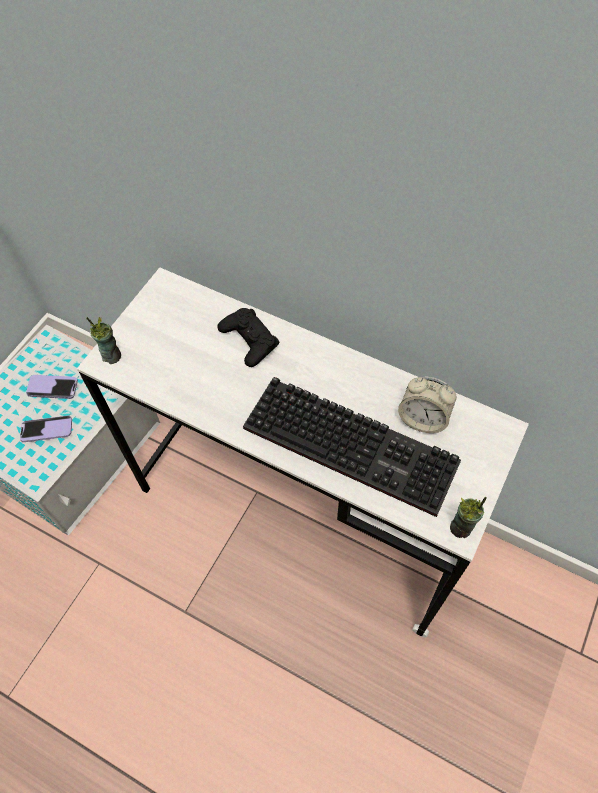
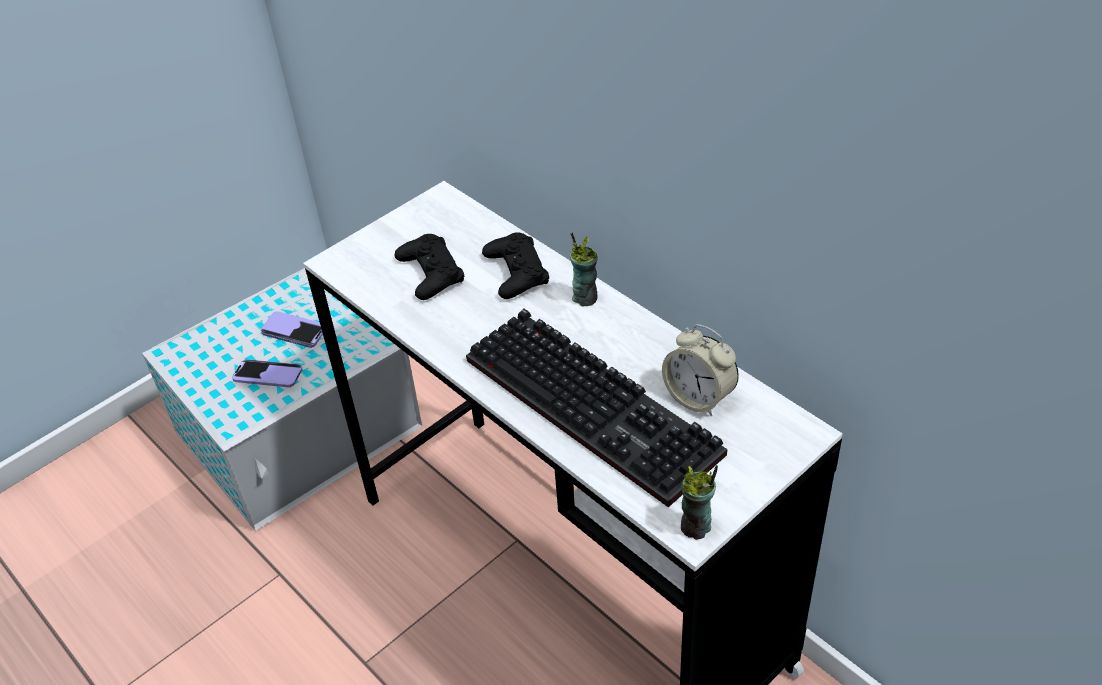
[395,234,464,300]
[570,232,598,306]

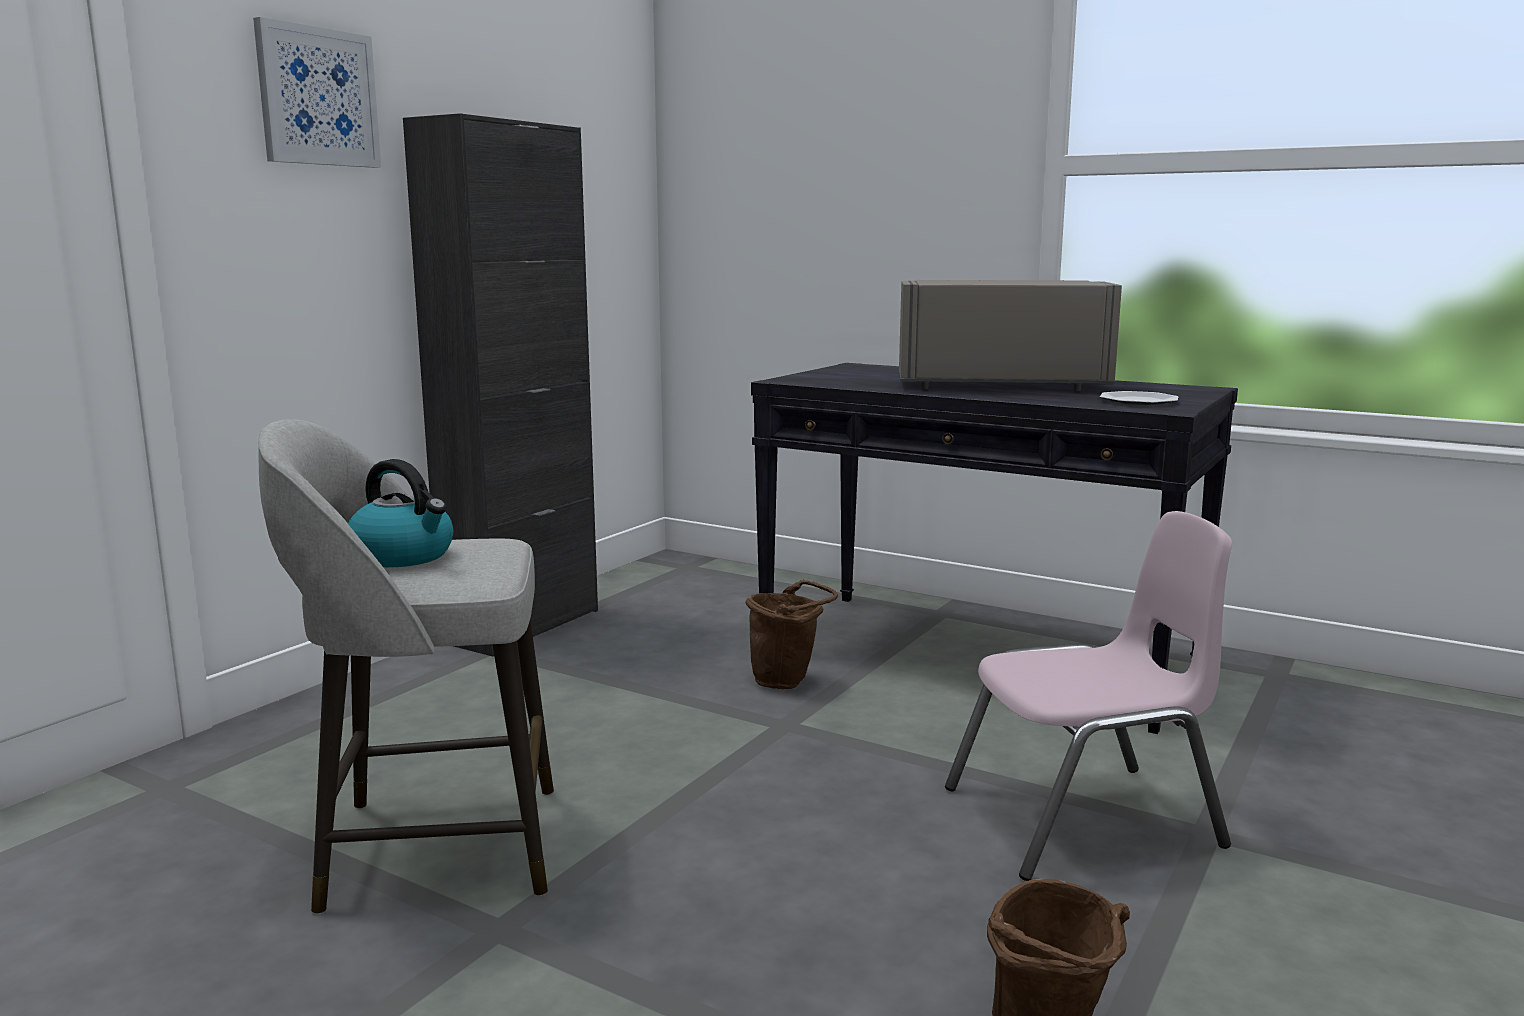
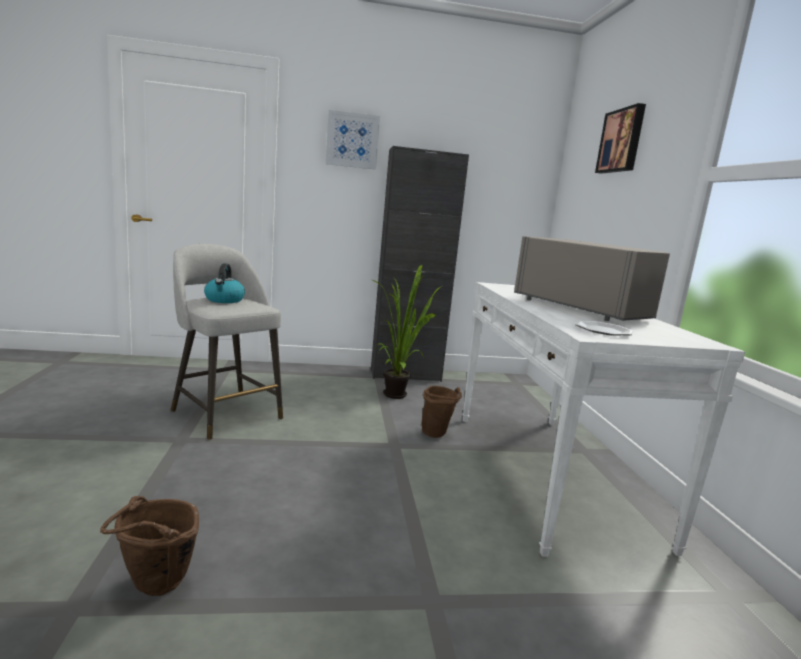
[373,265,442,399]
[462,282,745,557]
[595,103,646,174]
[945,511,1232,881] (first image)

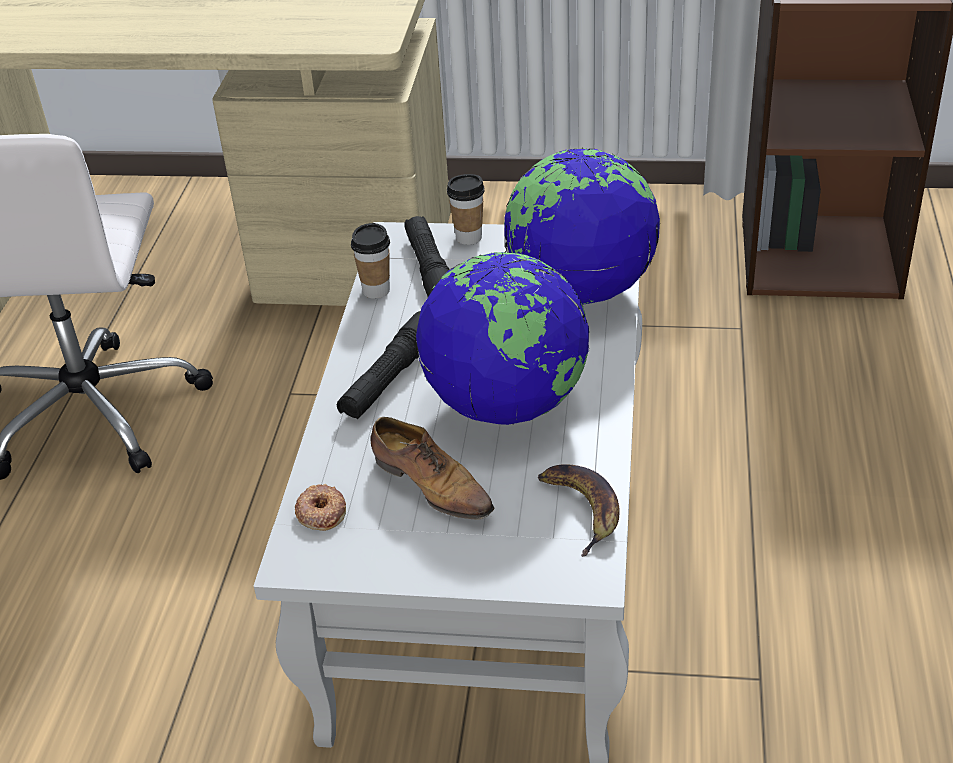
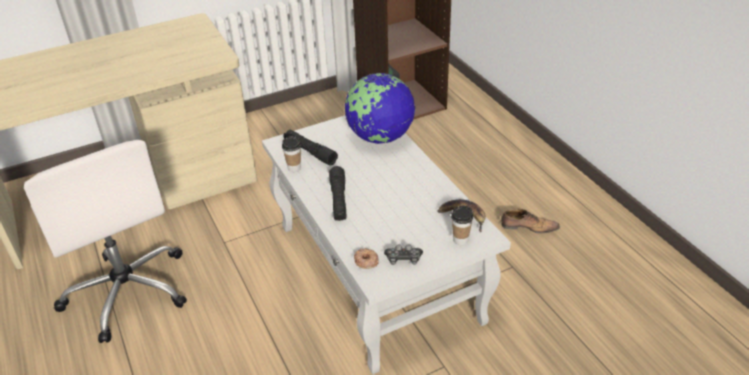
[384,244,423,265]
[451,206,473,245]
[501,209,560,233]
[416,251,589,425] (first image)

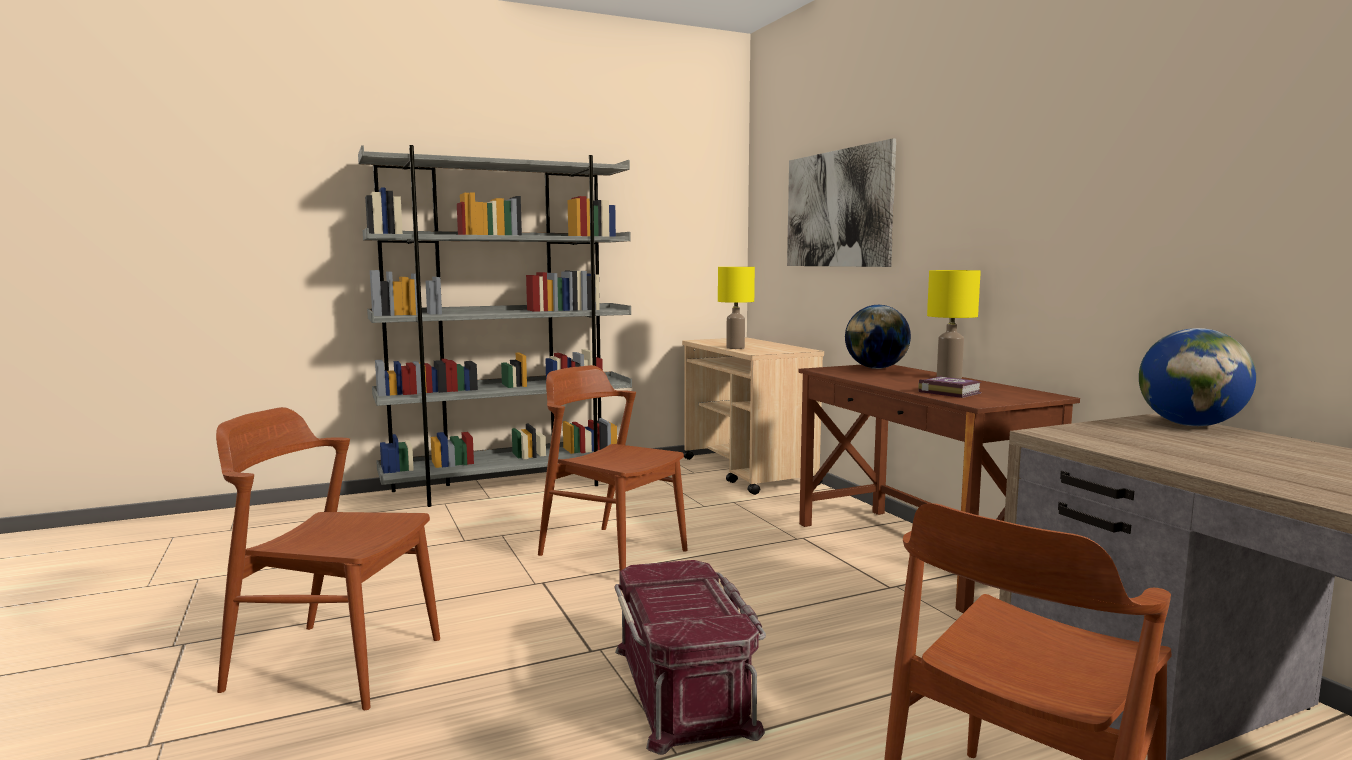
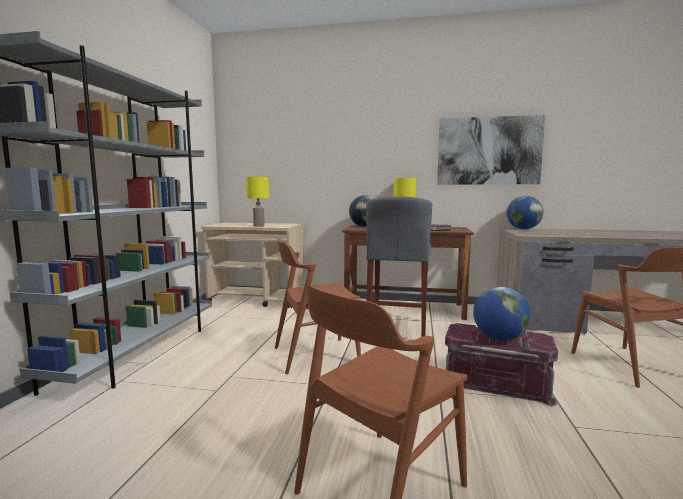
[366,197,432,337]
[437,115,545,184]
[473,287,531,341]

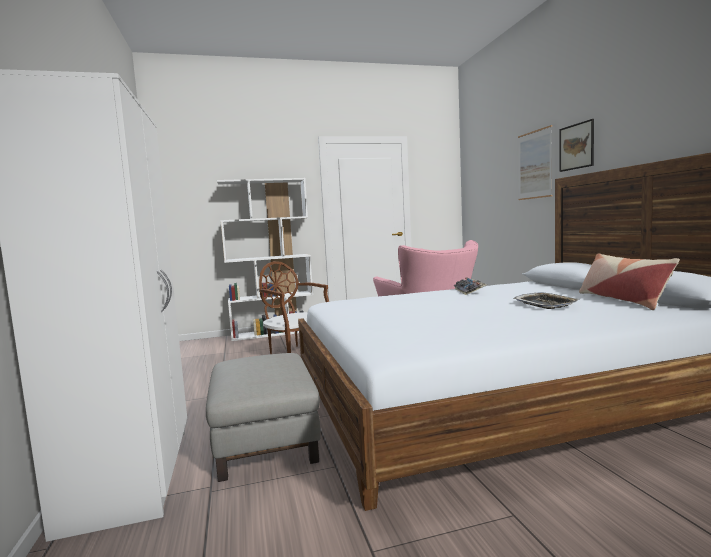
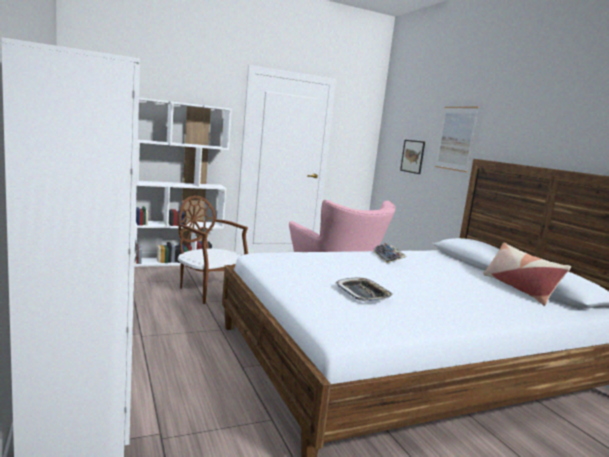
[336,278,394,302]
[400,140,425,174]
[206,353,321,482] (first image)

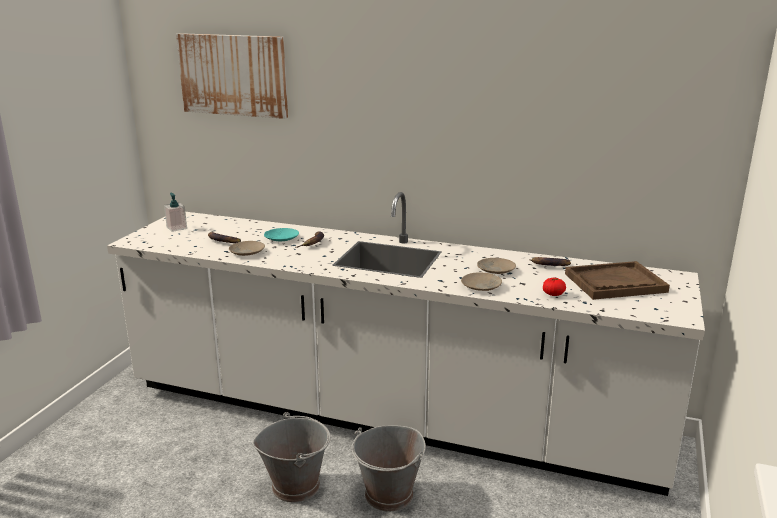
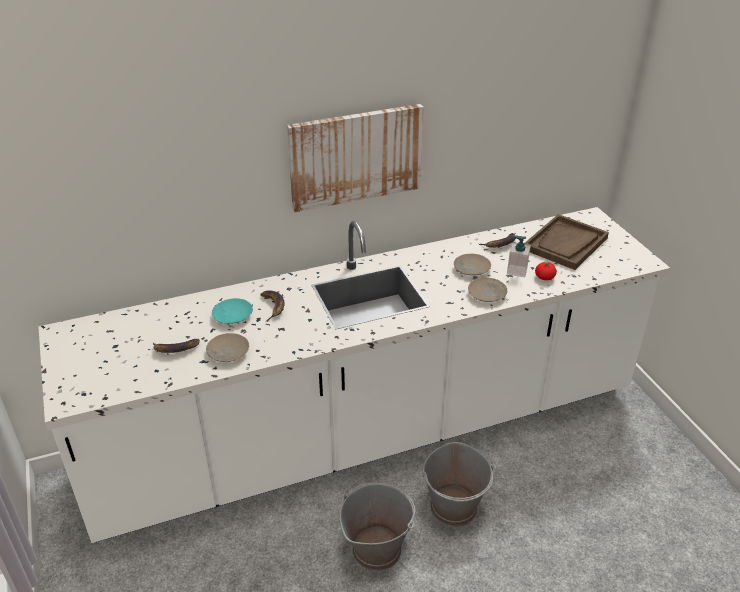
[287,104,423,212]
[507,235,531,277]

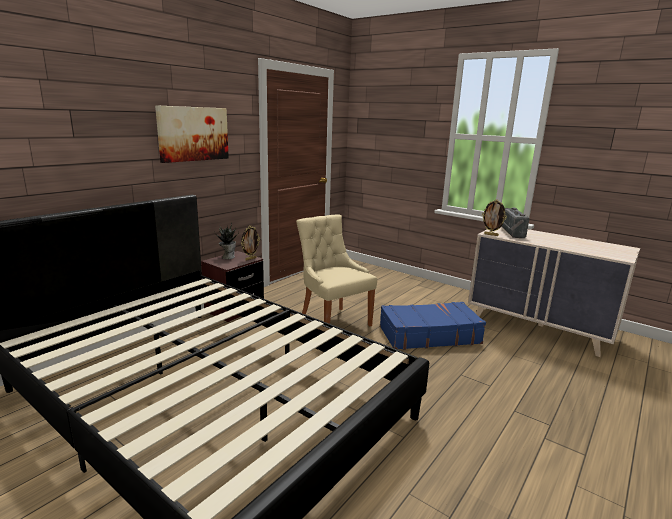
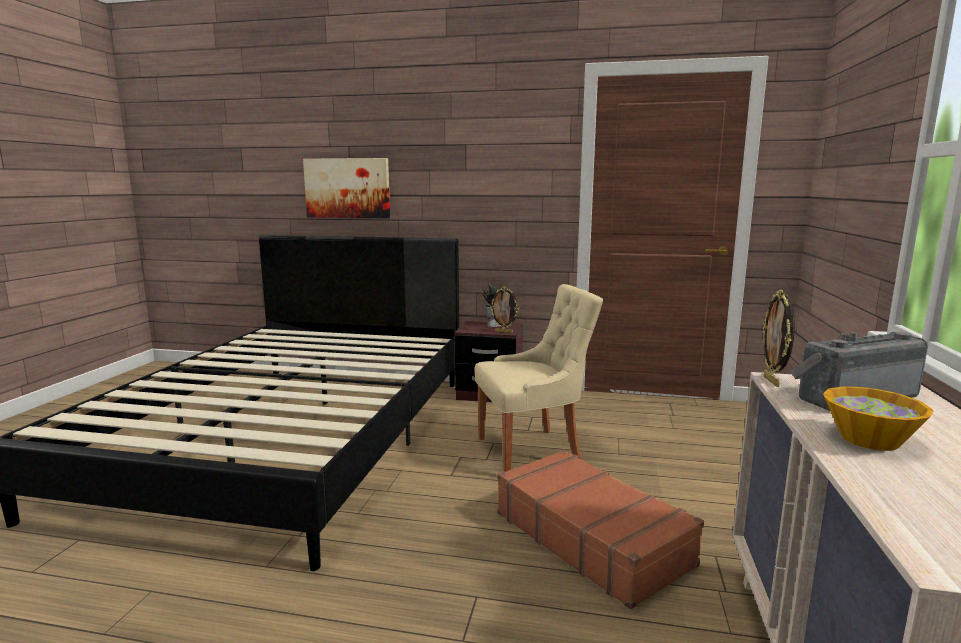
[303,158,390,218]
[474,284,603,472]
[497,450,704,610]
[823,386,933,451]

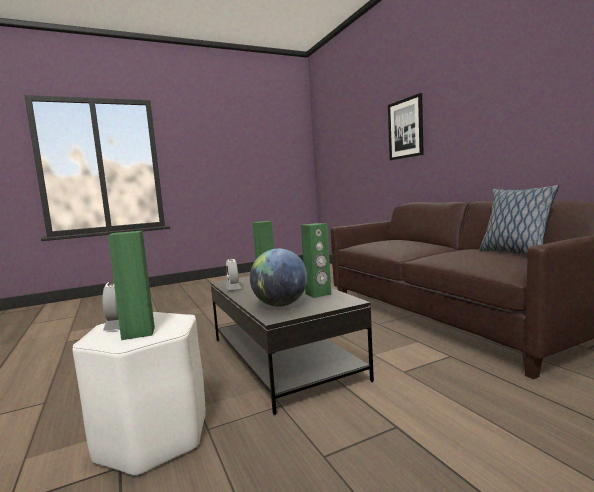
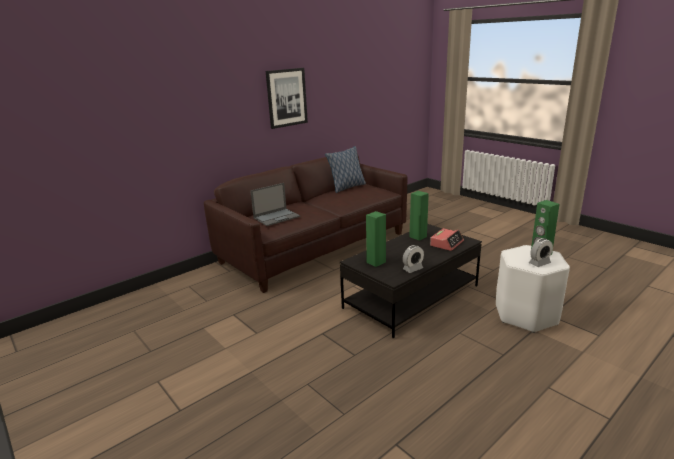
[250,183,300,226]
[266,68,308,129]
[430,228,464,251]

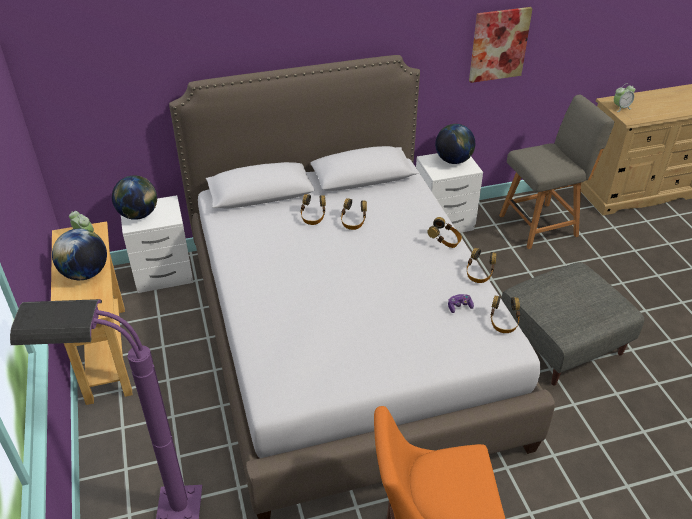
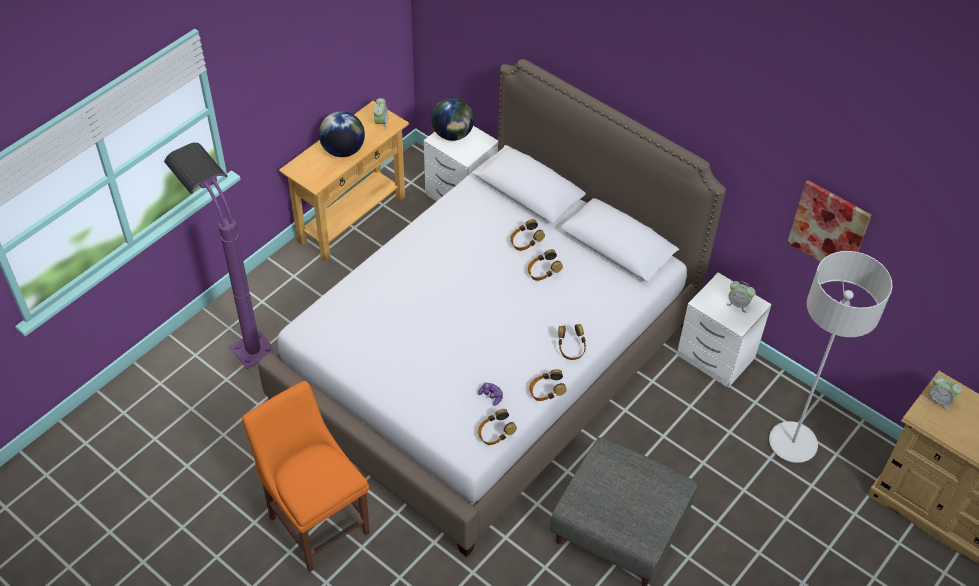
[726,281,755,313]
[769,251,893,463]

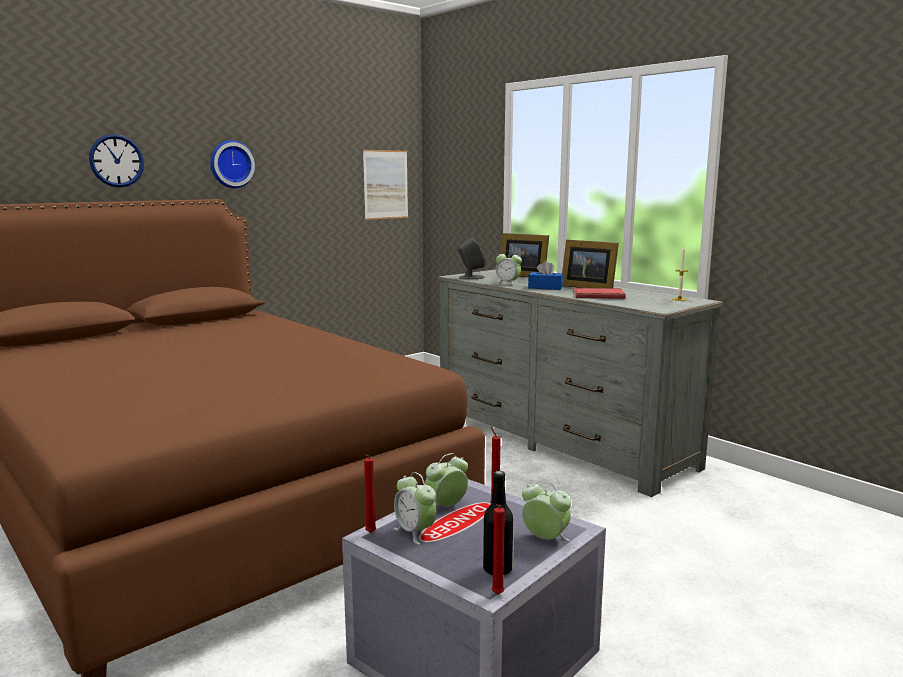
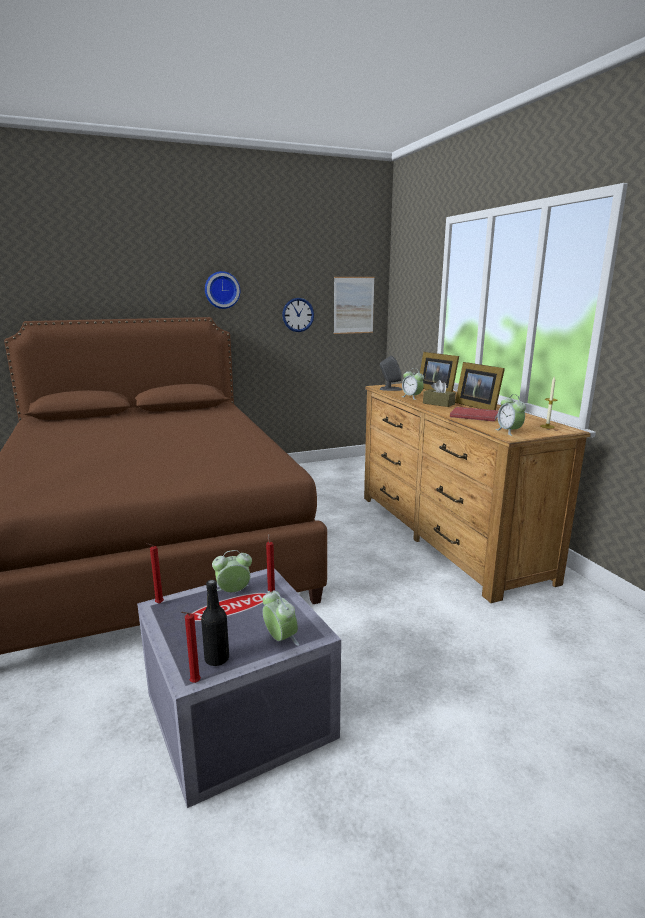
[282,298,314,332]
[364,383,591,603]
[423,380,456,407]
[496,394,526,436]

